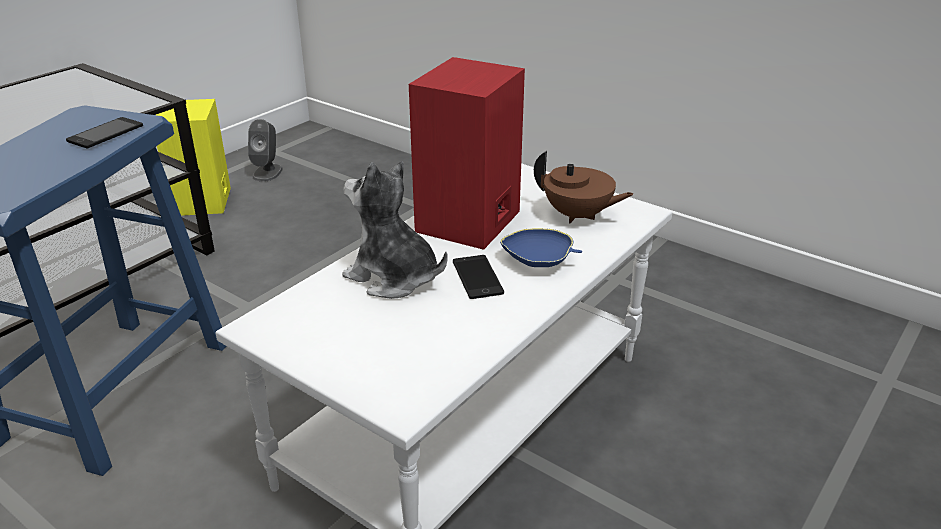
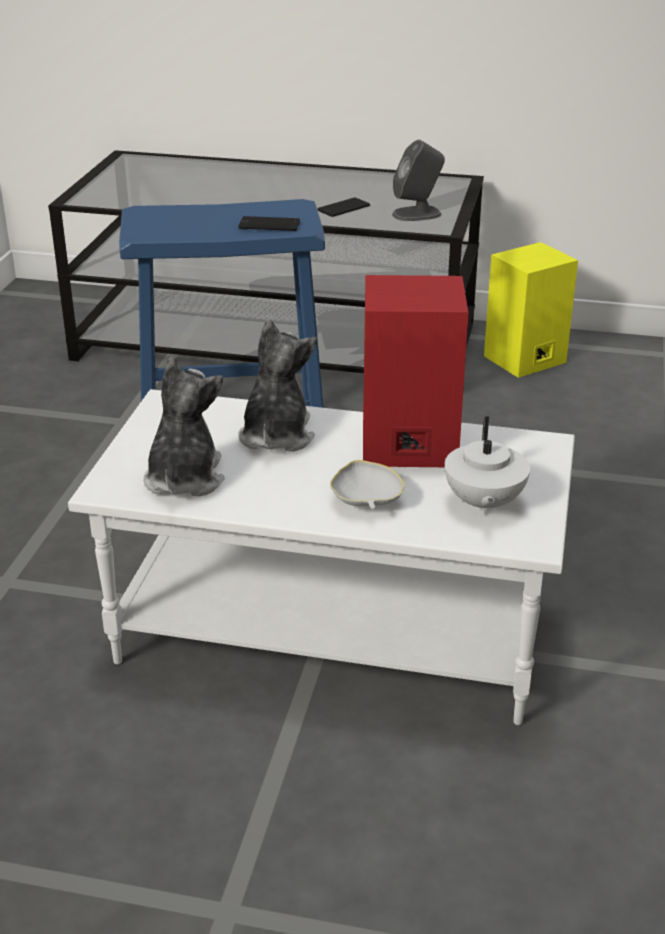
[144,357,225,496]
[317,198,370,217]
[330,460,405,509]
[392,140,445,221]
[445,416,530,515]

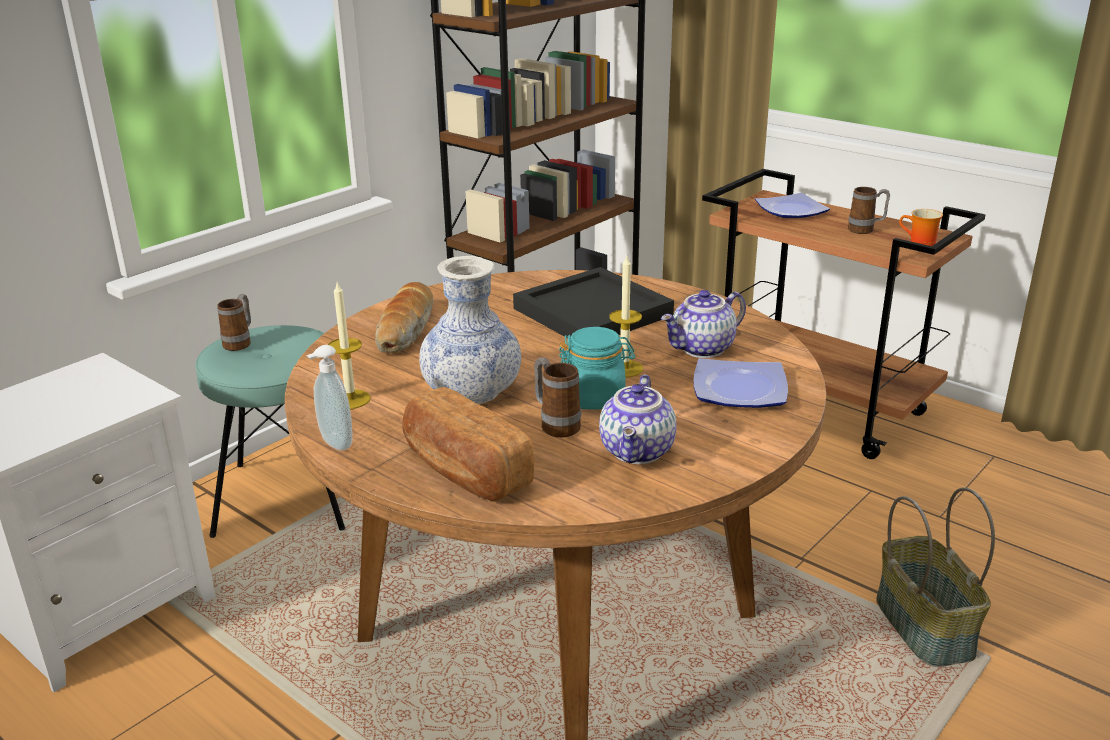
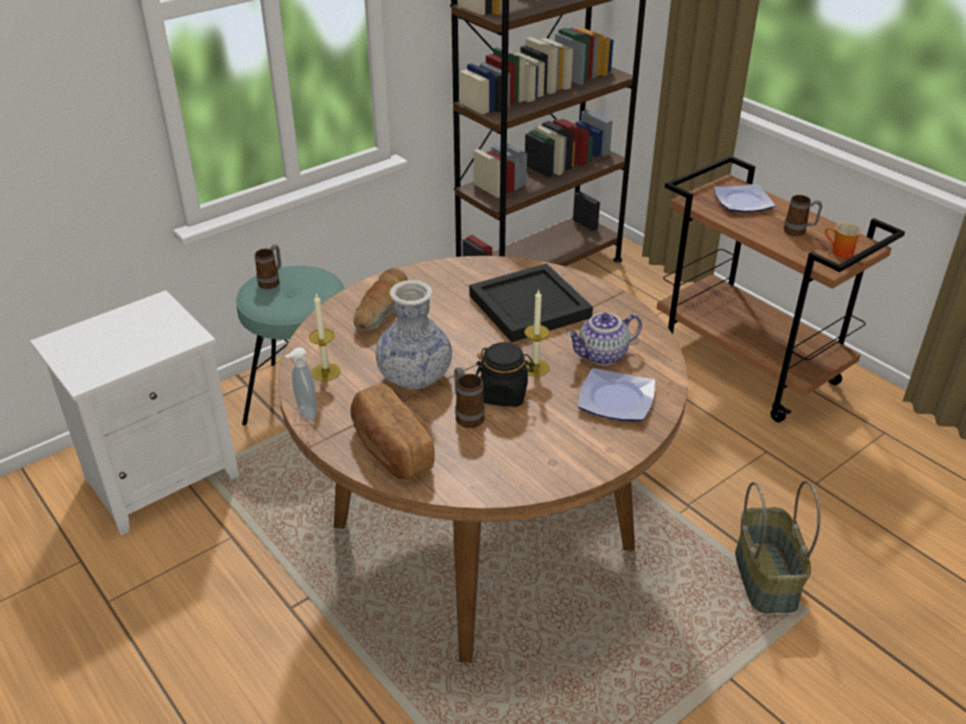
[476,342,535,407]
[599,374,676,464] (first image)

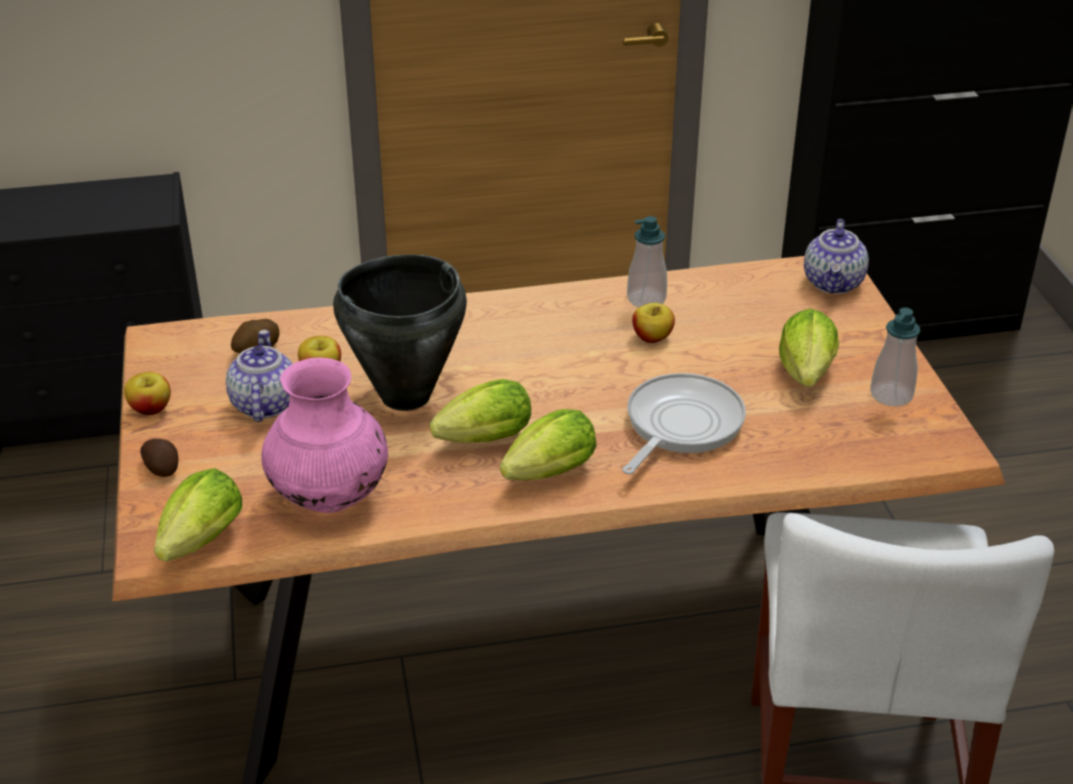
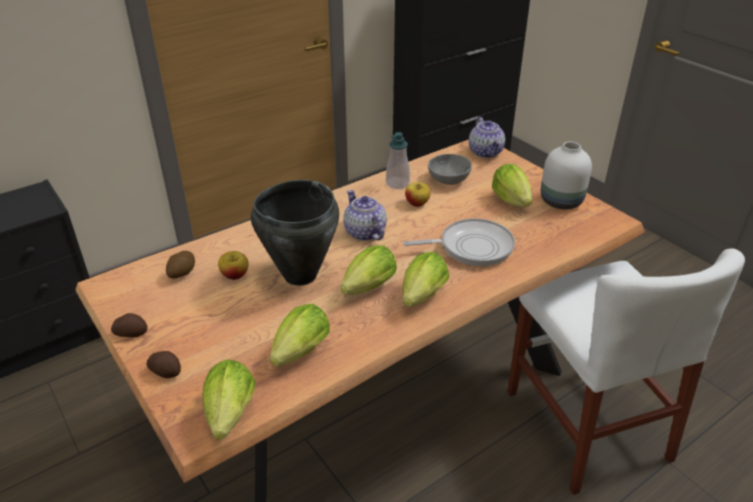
[111,313,147,338]
[270,304,330,367]
[343,190,387,241]
[403,219,515,266]
[428,154,472,185]
[541,142,592,209]

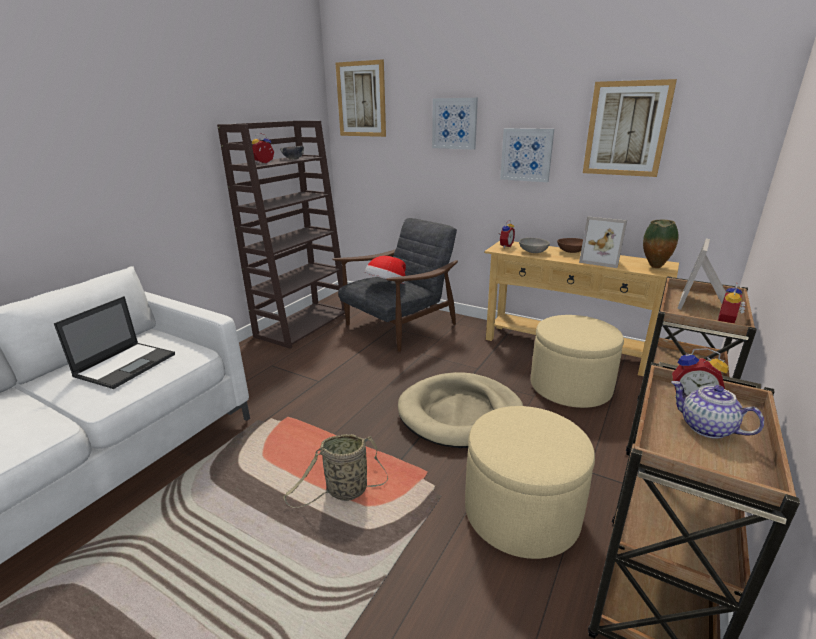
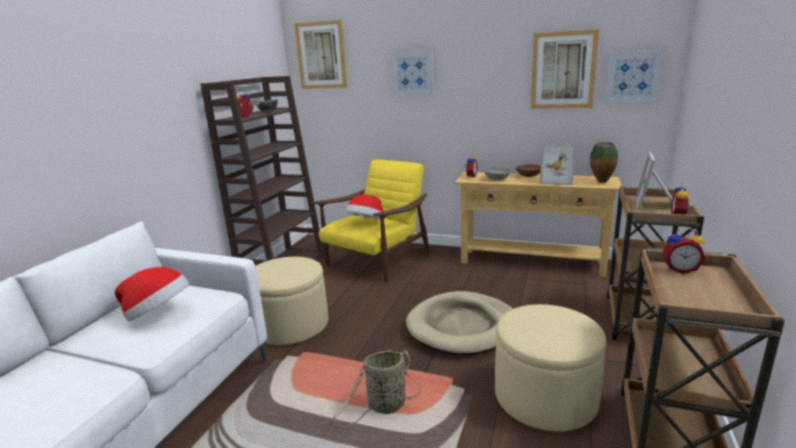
[115,267,189,321]
[255,257,328,345]
[311,159,429,283]
[605,50,664,102]
[671,381,764,439] (first image)

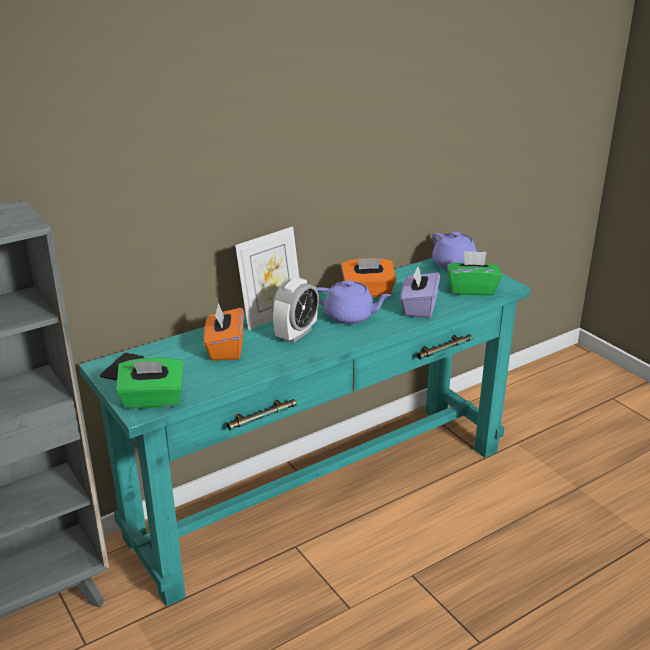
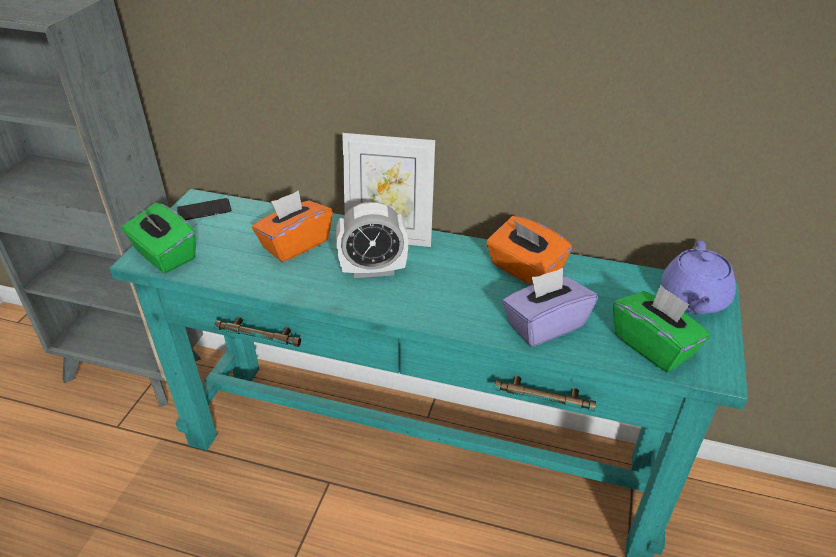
[316,280,391,324] (first image)

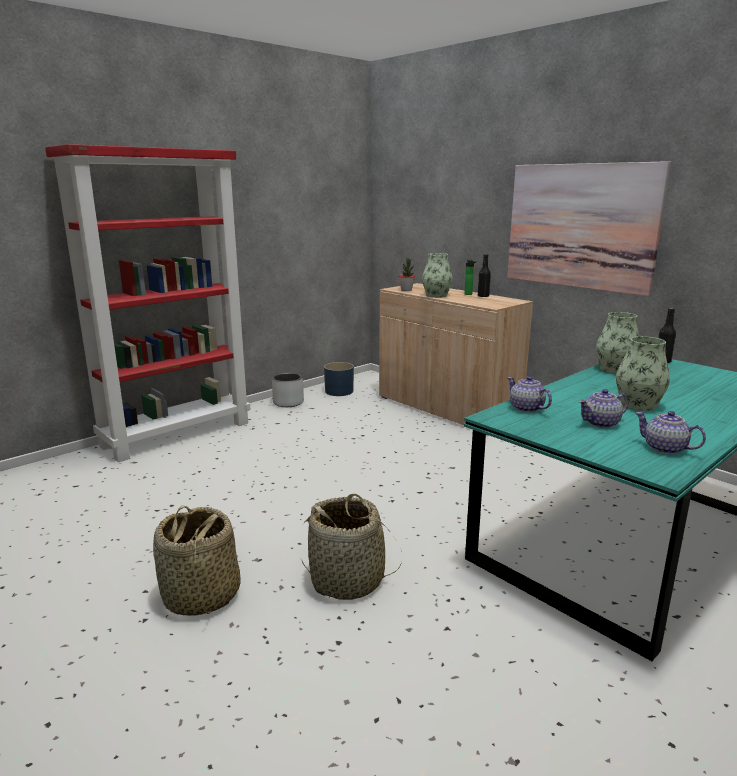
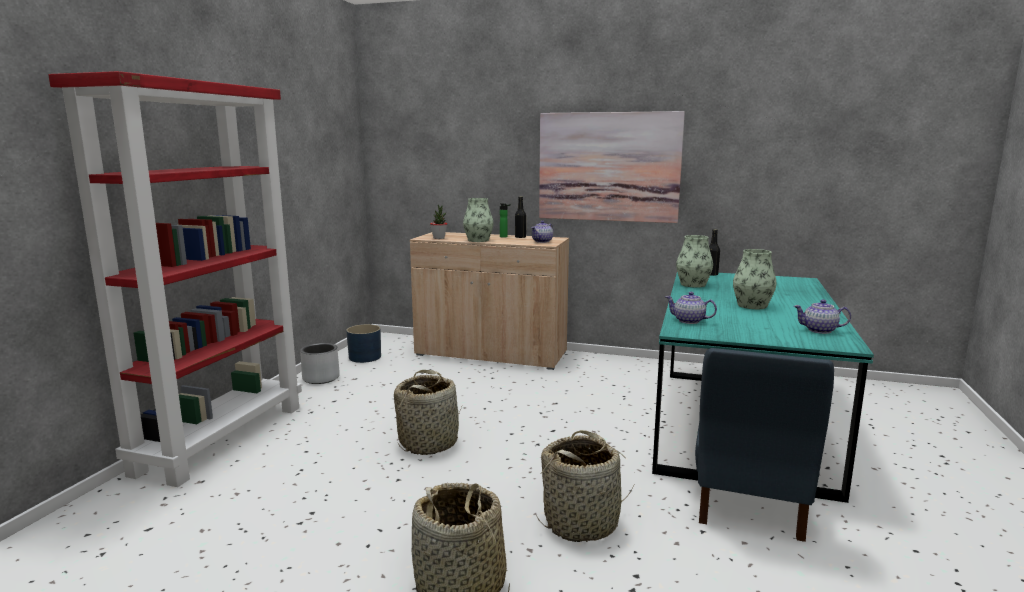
[394,370,462,455]
[531,221,554,243]
[695,348,834,542]

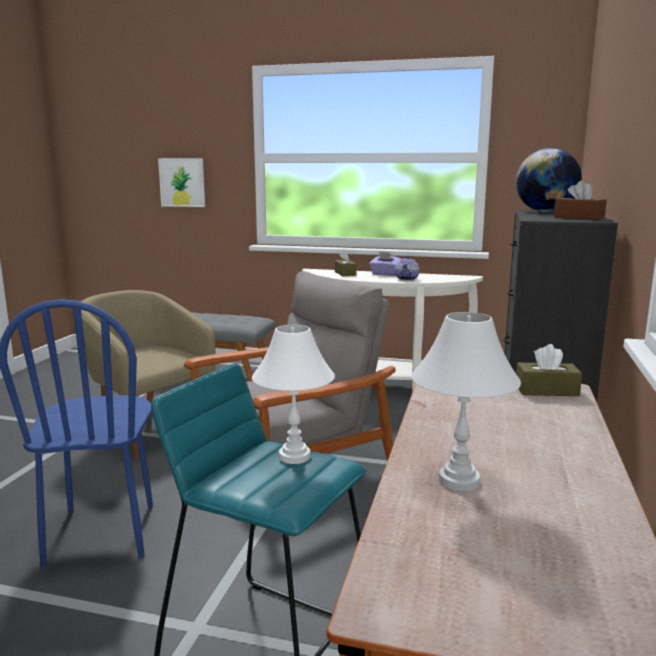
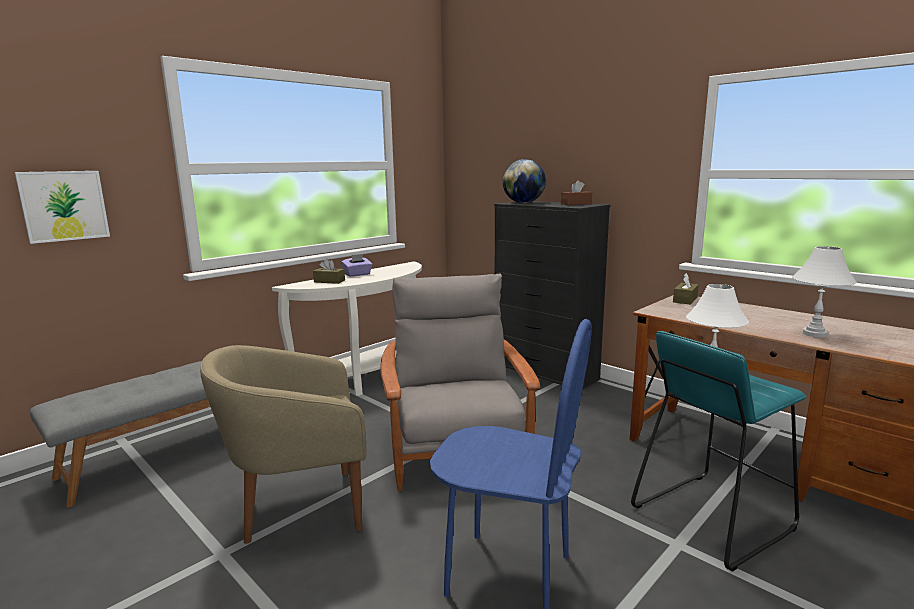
[395,255,419,281] (first image)

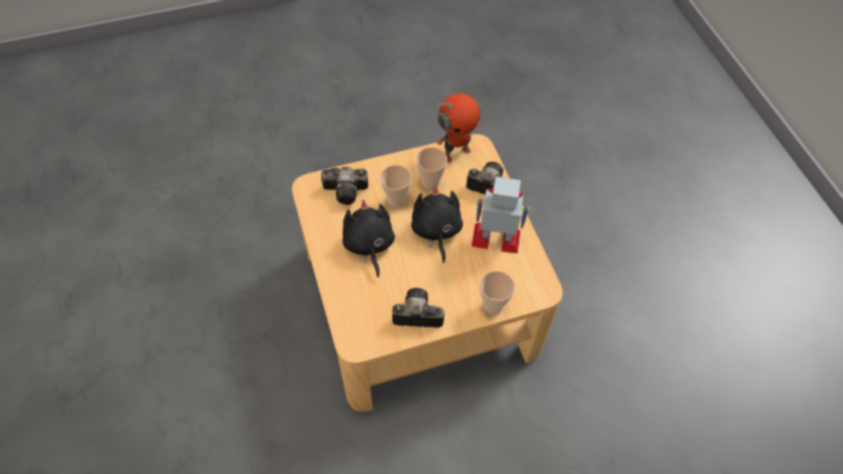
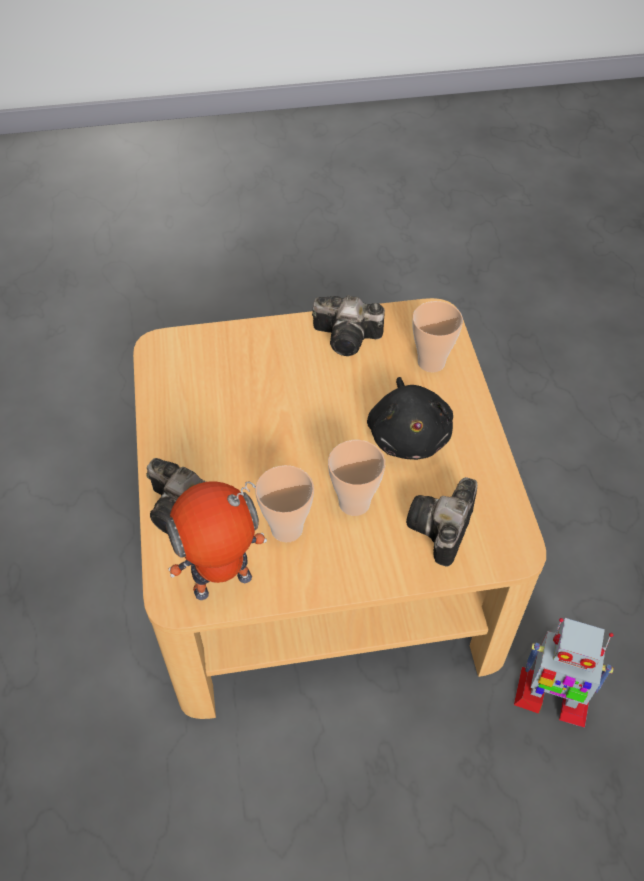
[406,477,477,566]
[413,301,463,372]
[514,618,614,728]
[411,185,463,263] (first image)

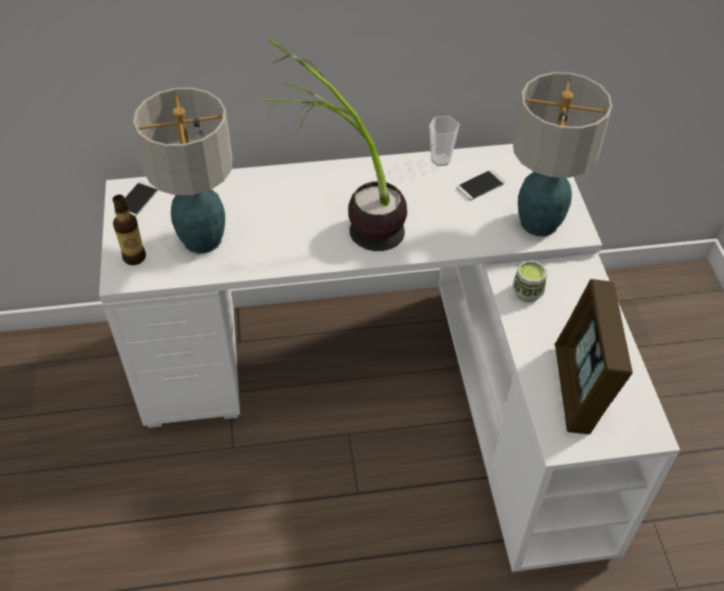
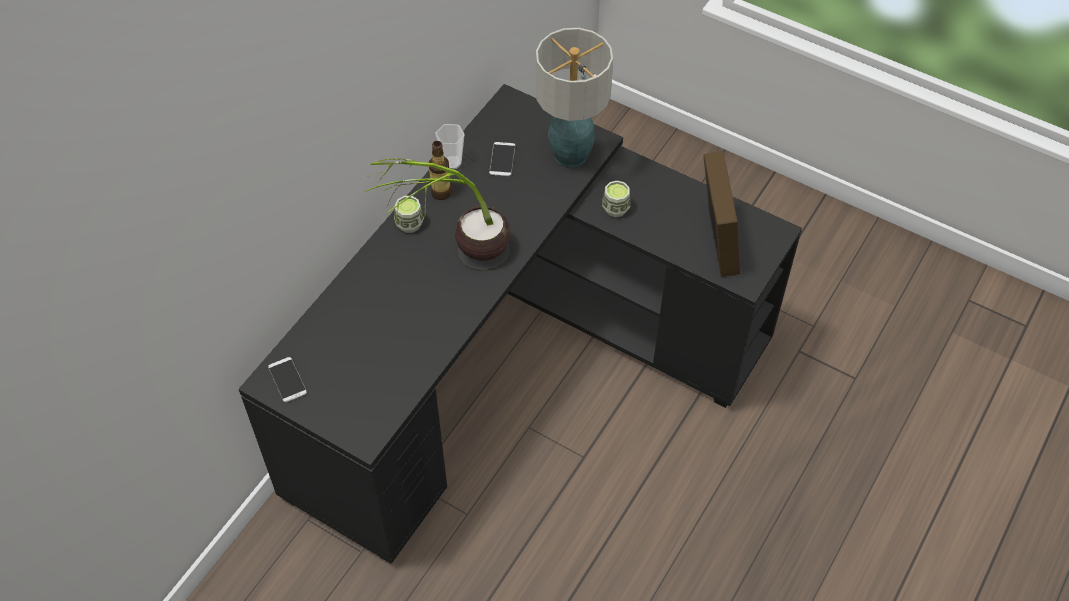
[239,84,802,564]
[394,196,424,233]
[429,141,452,200]
[703,151,740,277]
[133,88,233,254] (first image)

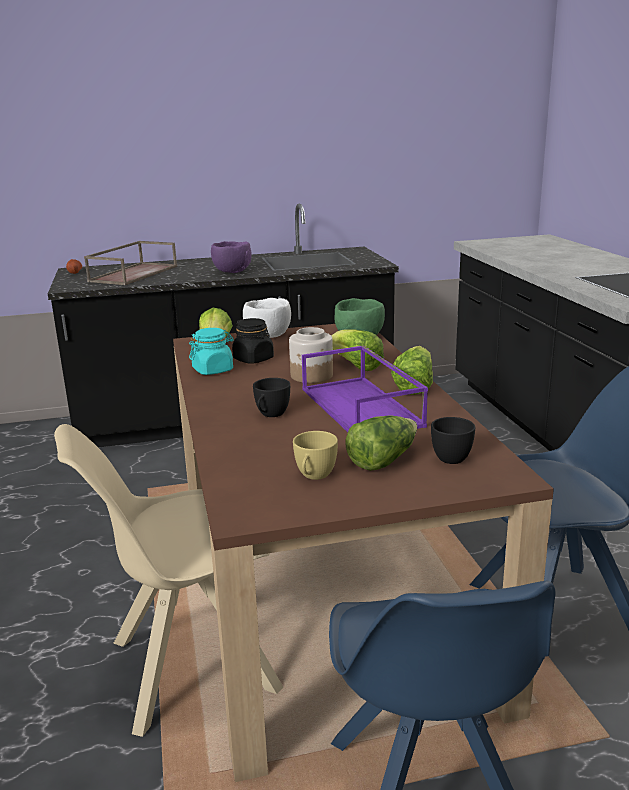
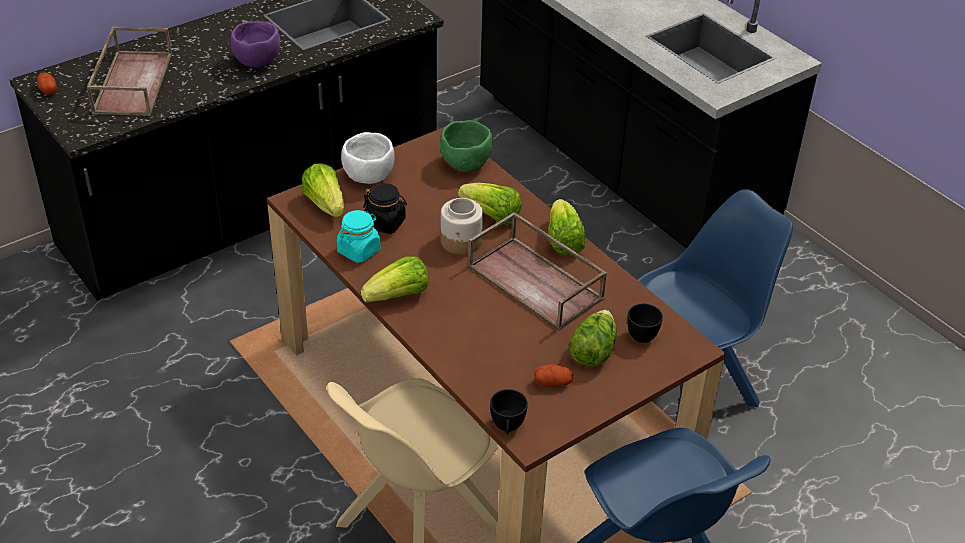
[361,256,429,302]
[468,212,607,330]
[490,389,528,434]
[534,364,573,387]

